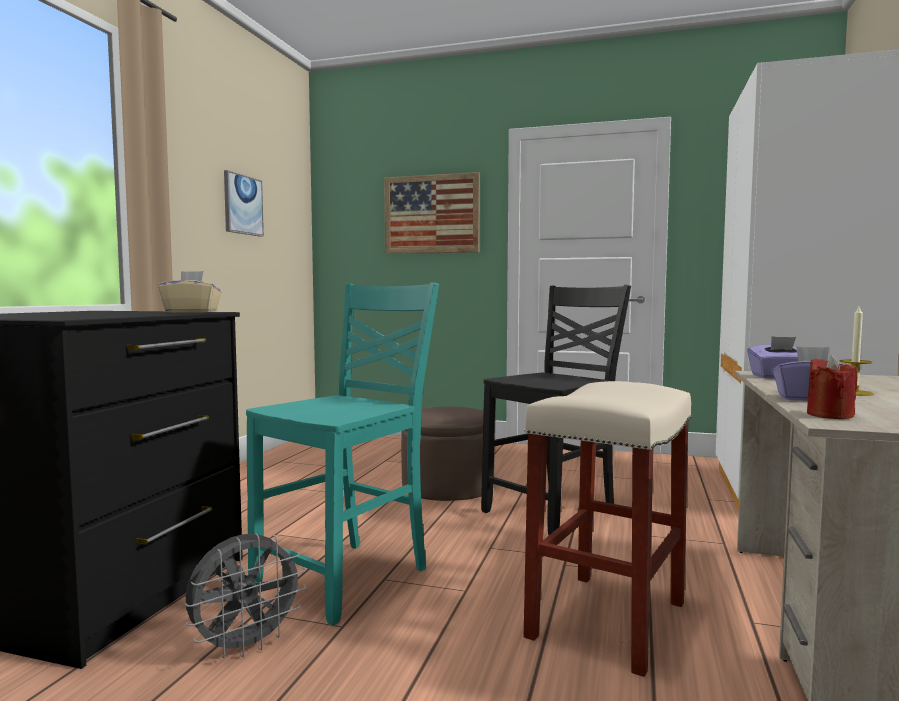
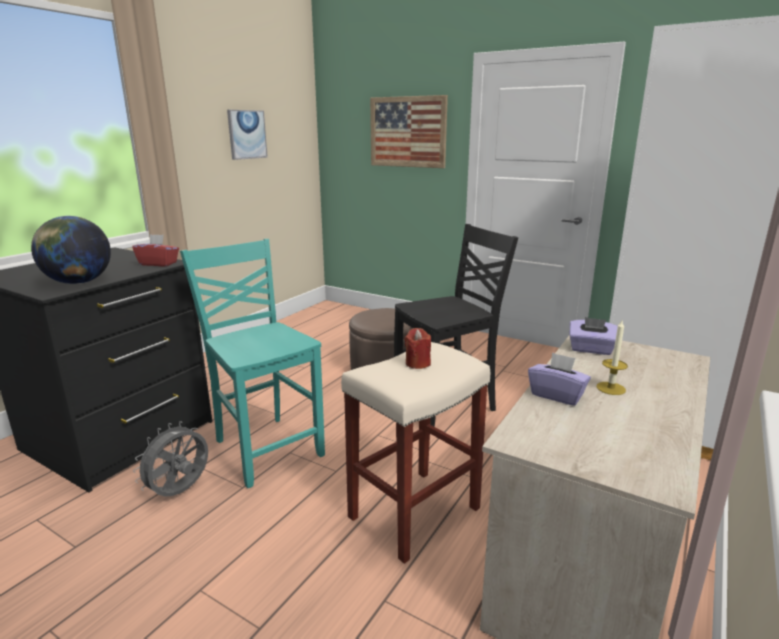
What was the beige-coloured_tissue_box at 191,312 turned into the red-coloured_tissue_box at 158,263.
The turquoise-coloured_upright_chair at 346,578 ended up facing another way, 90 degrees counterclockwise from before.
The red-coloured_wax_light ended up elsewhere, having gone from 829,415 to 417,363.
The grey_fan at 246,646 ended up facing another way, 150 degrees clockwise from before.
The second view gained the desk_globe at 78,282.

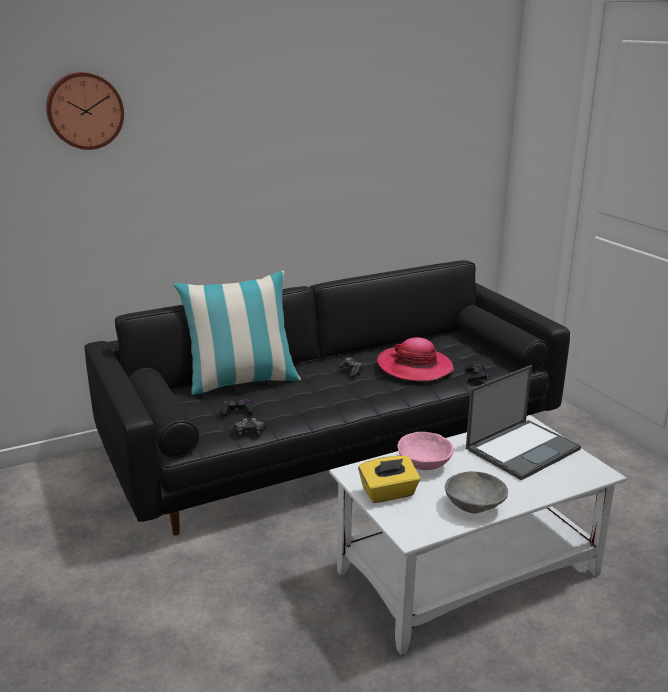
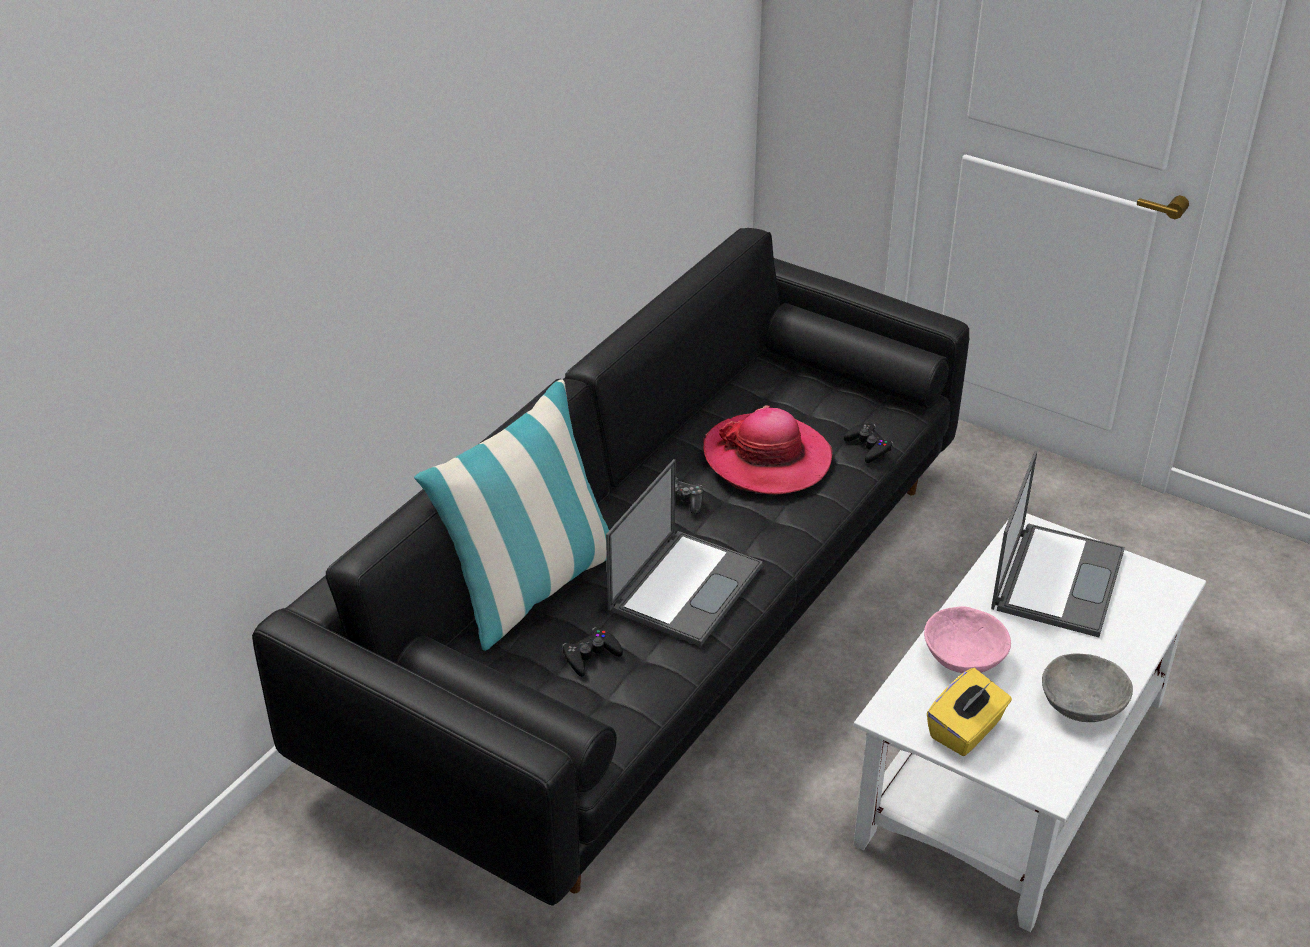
The second view lost the clock_on_the_wall at 84,110.
The second view lost the joypad at 249,432.
The second view gained the notebook_computer at 686,586.

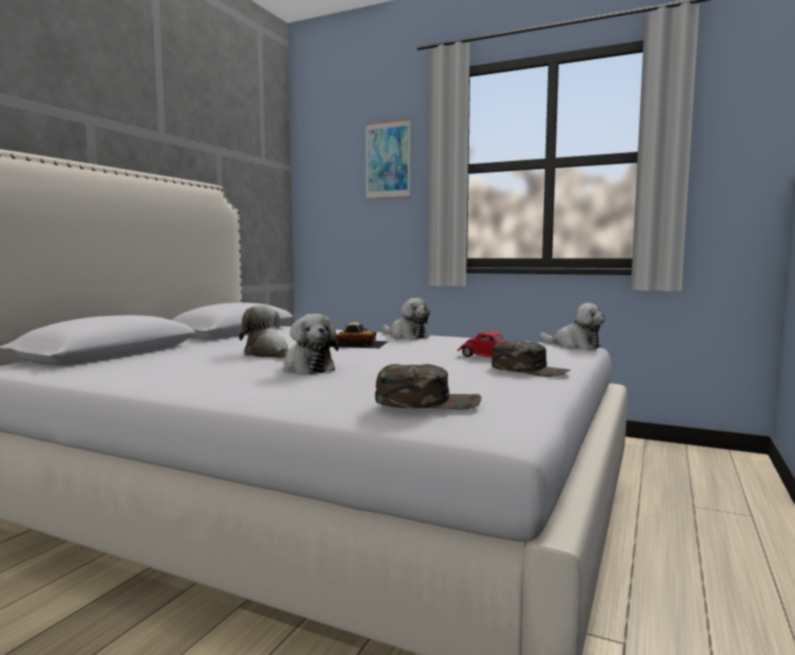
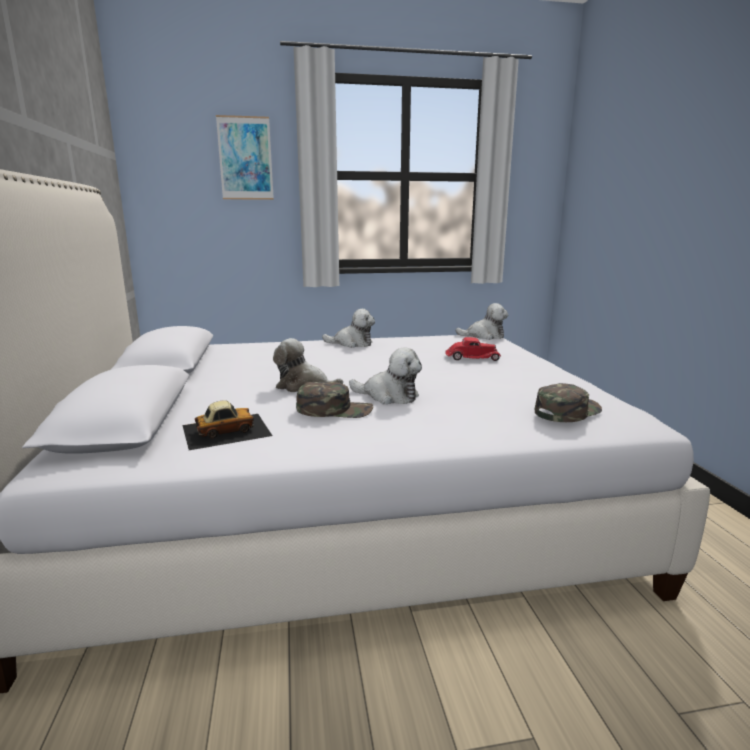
The model_car ended up elsewhere, having gone from 356,343 to 225,430.
The greenish_cap ended up elsewhere, having gone from 530,370 to 335,409.

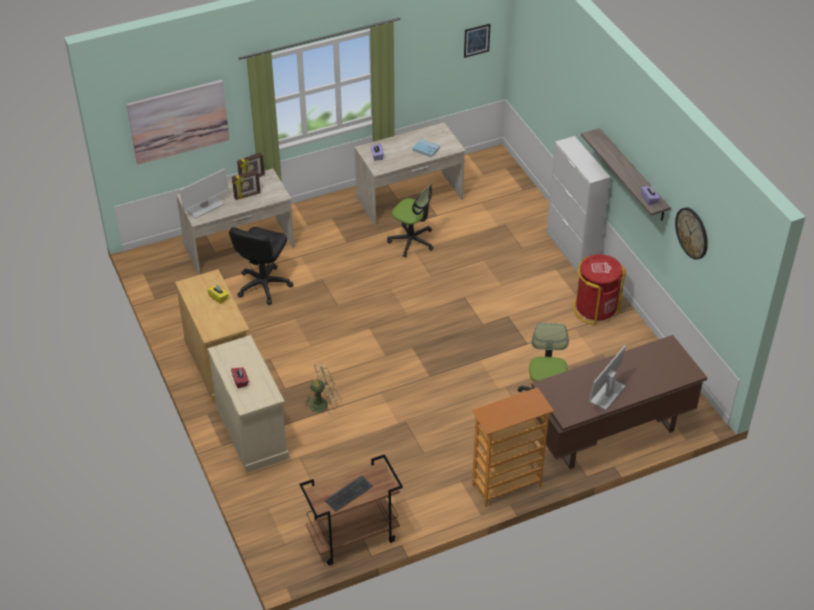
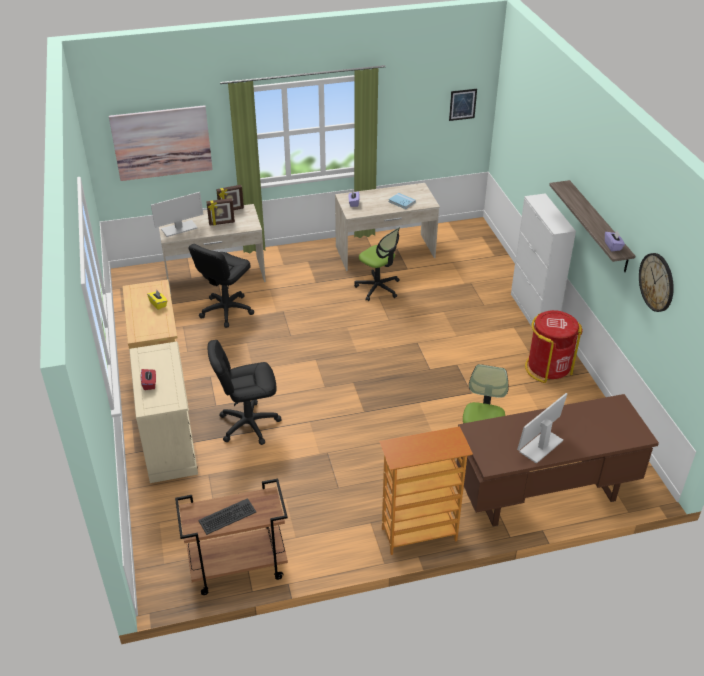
Where the greenish_fan stood at 322,403, the black-coloured_computer_chair came to stand at 248,424.

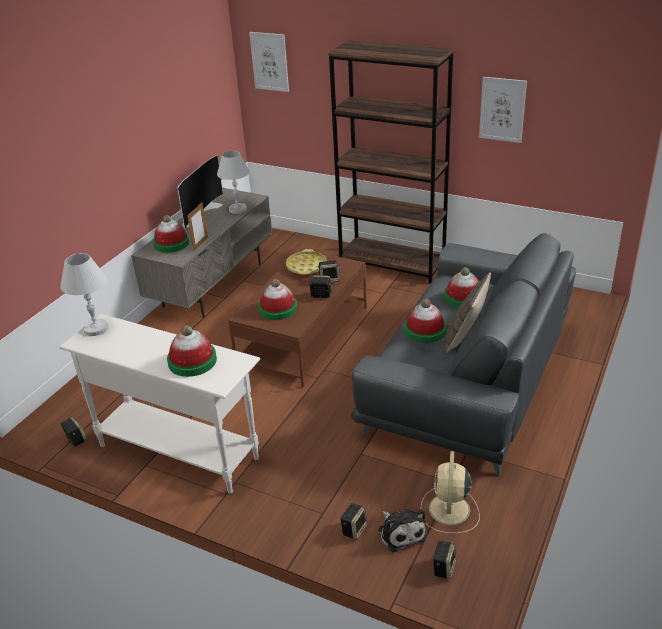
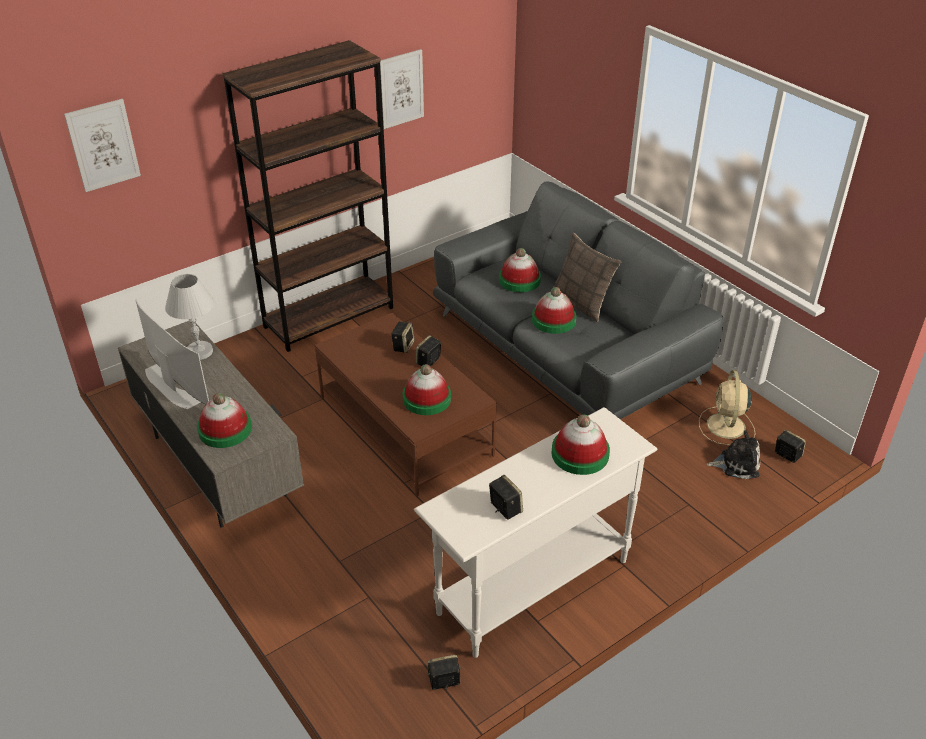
The second view lost the photo_frame at 200,244.
The second view lost the yellowish_serving_tray at 306,266.
The second view lost the whitish_lamp_for_a_table at 95,328.
The beige-coloured_fan at 449,511 ended up facing another way, 60 degrees clockwise from before.
The loudspeaker ended up elsewhere, having gone from 354,529 to 504,508.

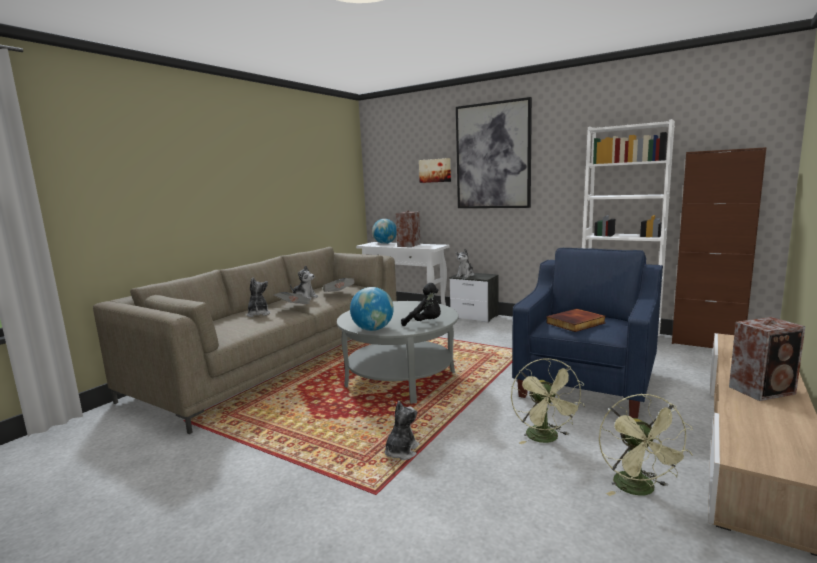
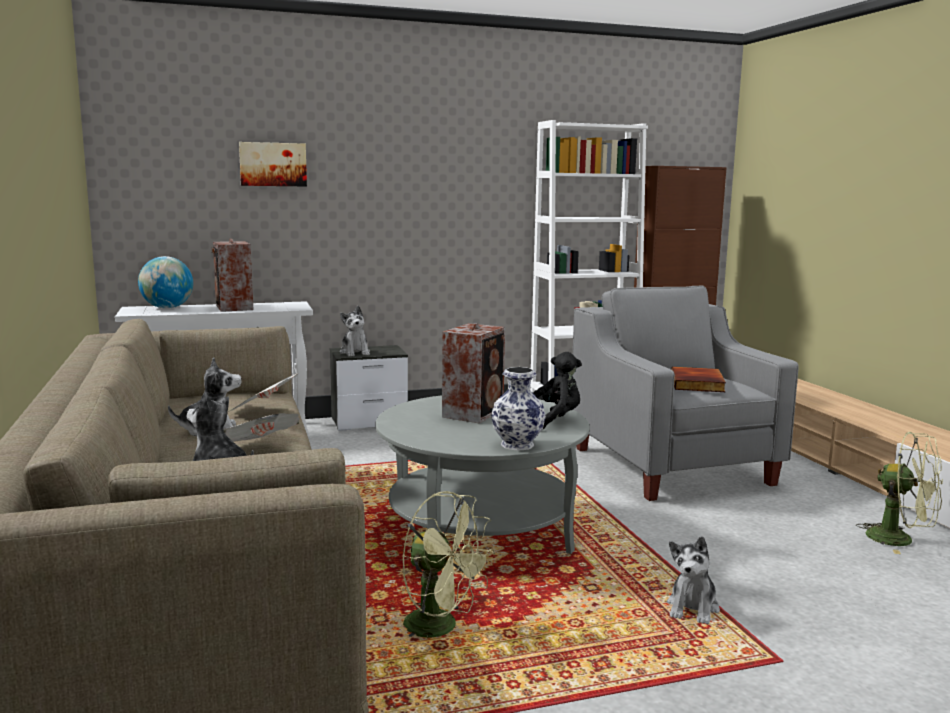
The second view lost the wall_art at 493,156.
What was the bluish_armchair at 587,384 turned into the grey_armchair at 671,466.
Where the desk_globe stood at 373,329, the vase came to stand at 517,444.
The loudspeaker ended up elsewhere, having gone from 763,390 to 474,413.
The greenish_fan ended up elsewhere, having gone from 546,439 to 441,628.
The cuddly_toy at 401,451 ended up facing another way, 135 degrees counterclockwise from before.

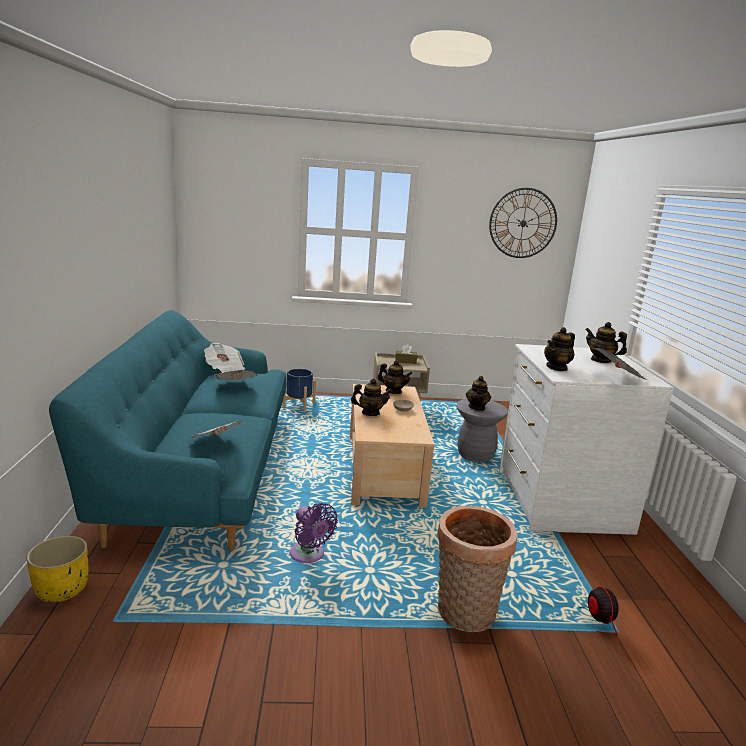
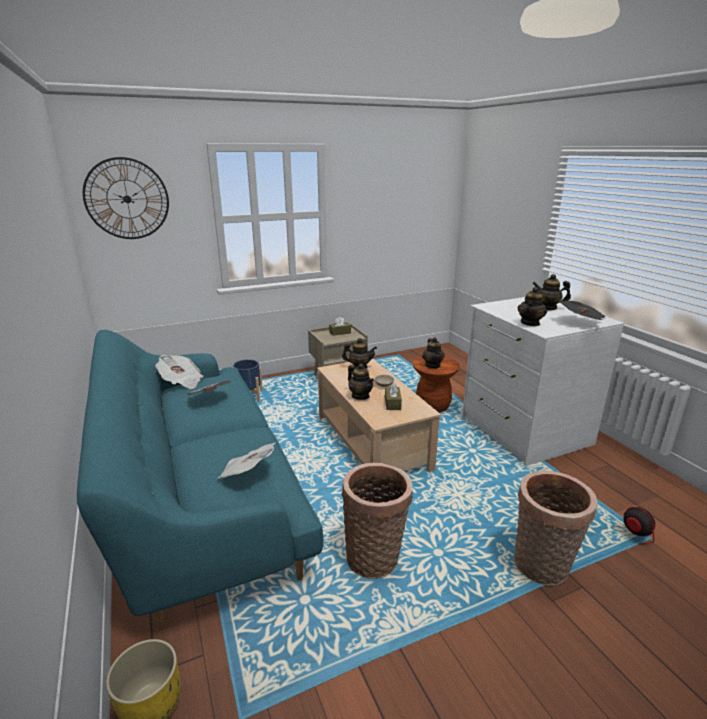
The clock_on_the_wall ended up elsewhere, having gone from 523,223 to 127,199.
The teapot at 370,413 ended up facing another way, 75 degrees clockwise from before.
What was the grey_stool_seat at 475,455 turned into the brown-coloured_stool_seat at 433,406.
Where the purple-coloured_fan stood at 309,555, the household_basket came to stand at 375,557.
The second view gained the brown-coloured_tissue_box at 392,403.

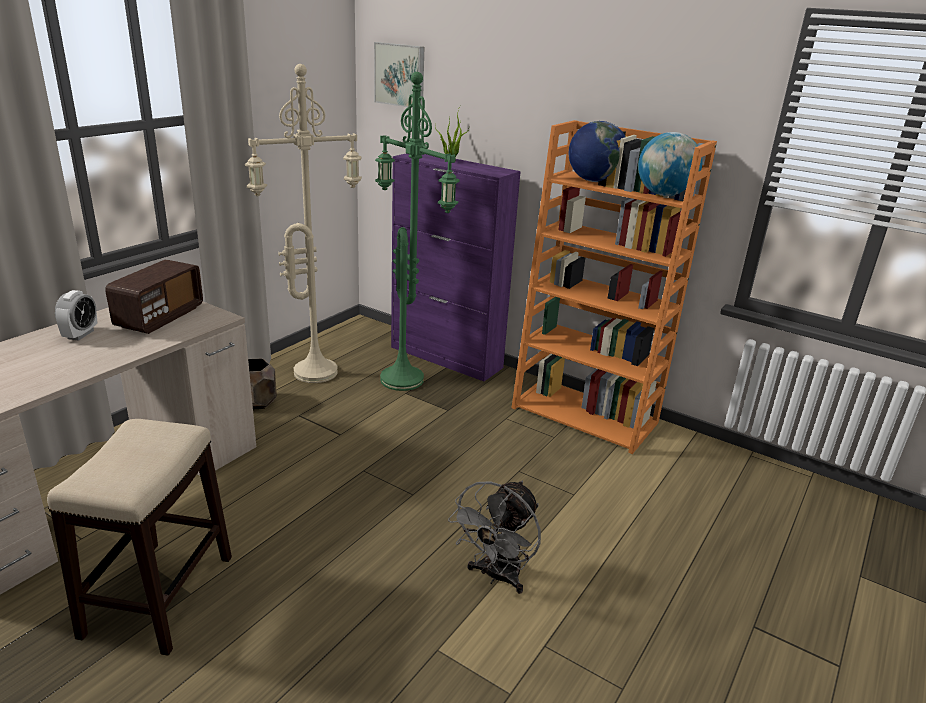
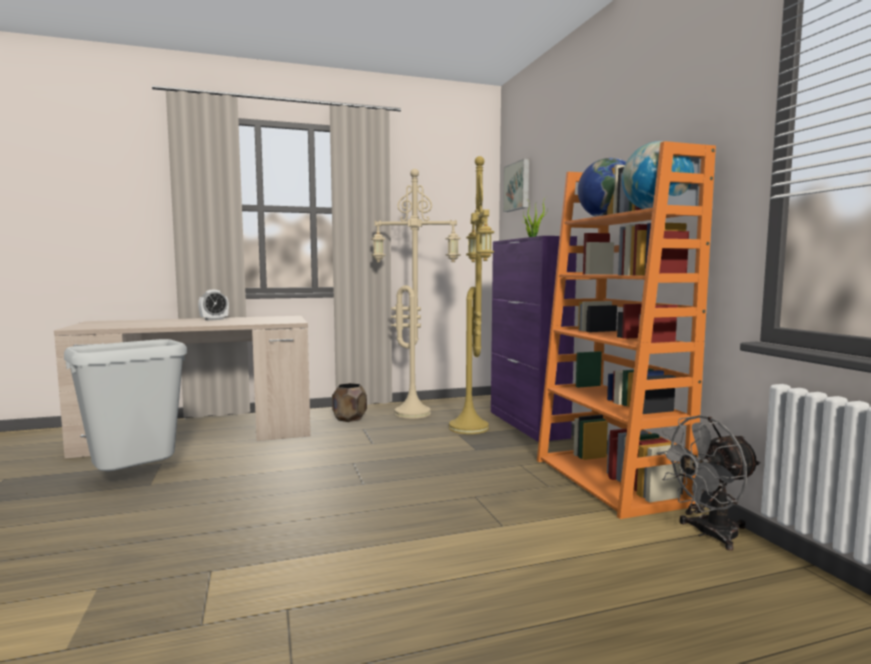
What was the greenish_standard_lamp at 405,379 turned into the yellowish_standard_lamp at 471,428.
The second view lost the radio at 160,317.
Where the stool_seat stood at 158,596, the grey_rubbish_bin came to stand at 135,480.
The grey_fan ended up elsewhere, having gone from 496,576 to 708,534.

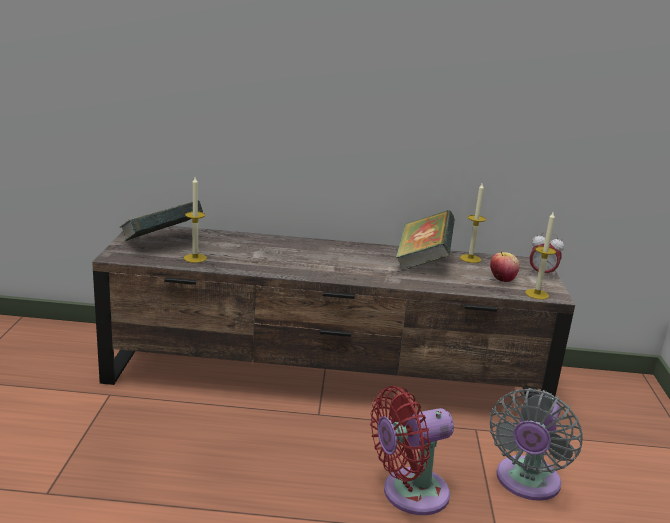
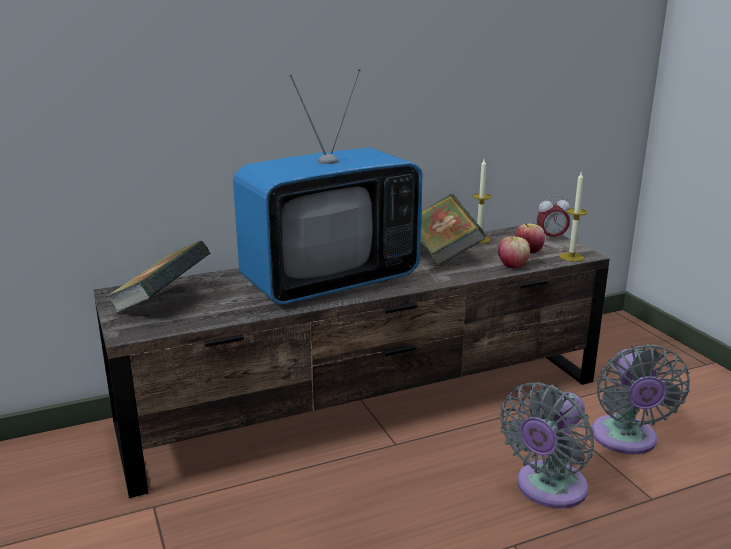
The second view lost the wax_light at 195,258.
What was the red-coloured_fan at 409,493 turned into the grey_fan at 547,489.
The second view gained the television at 330,282.
The second view gained the whole_apple at 512,266.

